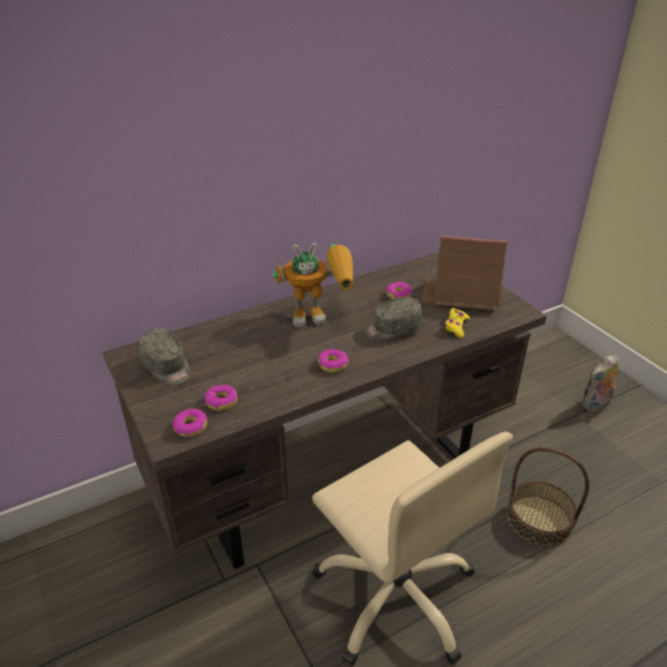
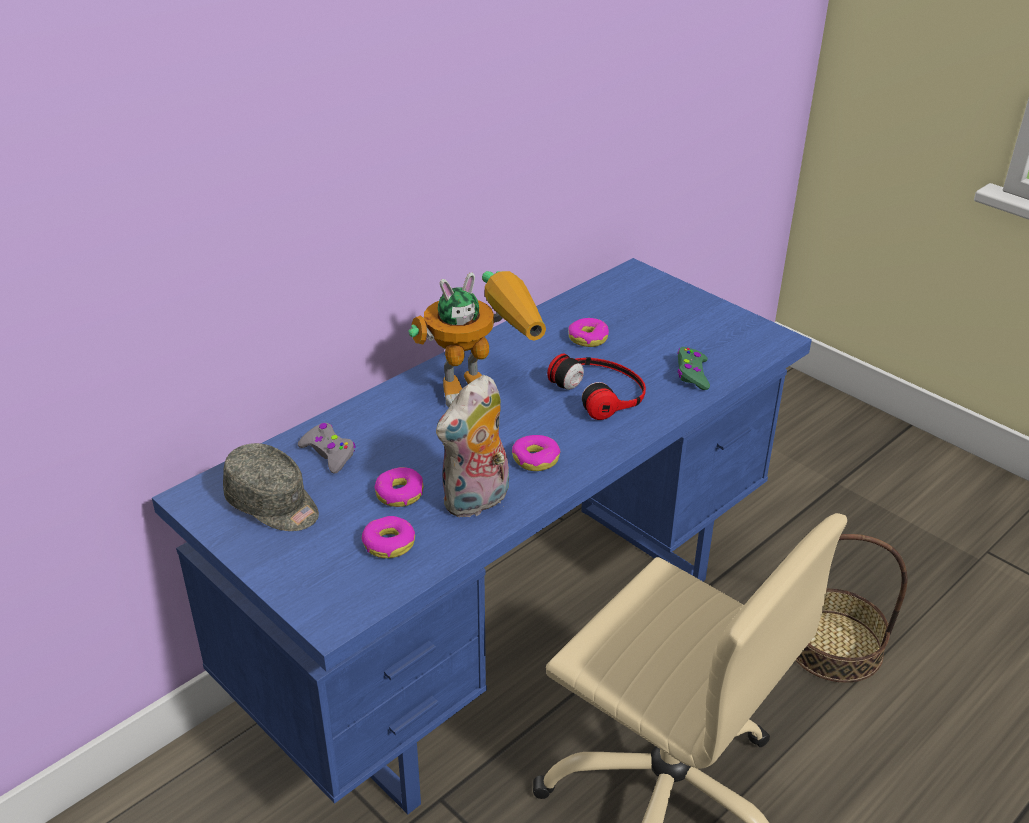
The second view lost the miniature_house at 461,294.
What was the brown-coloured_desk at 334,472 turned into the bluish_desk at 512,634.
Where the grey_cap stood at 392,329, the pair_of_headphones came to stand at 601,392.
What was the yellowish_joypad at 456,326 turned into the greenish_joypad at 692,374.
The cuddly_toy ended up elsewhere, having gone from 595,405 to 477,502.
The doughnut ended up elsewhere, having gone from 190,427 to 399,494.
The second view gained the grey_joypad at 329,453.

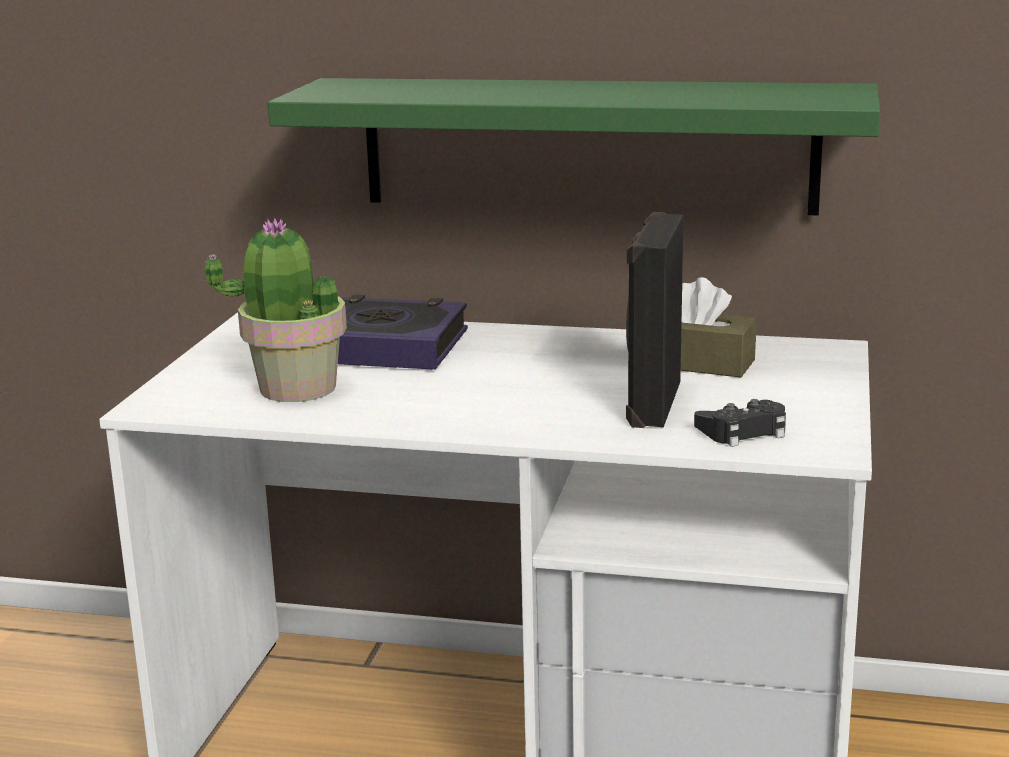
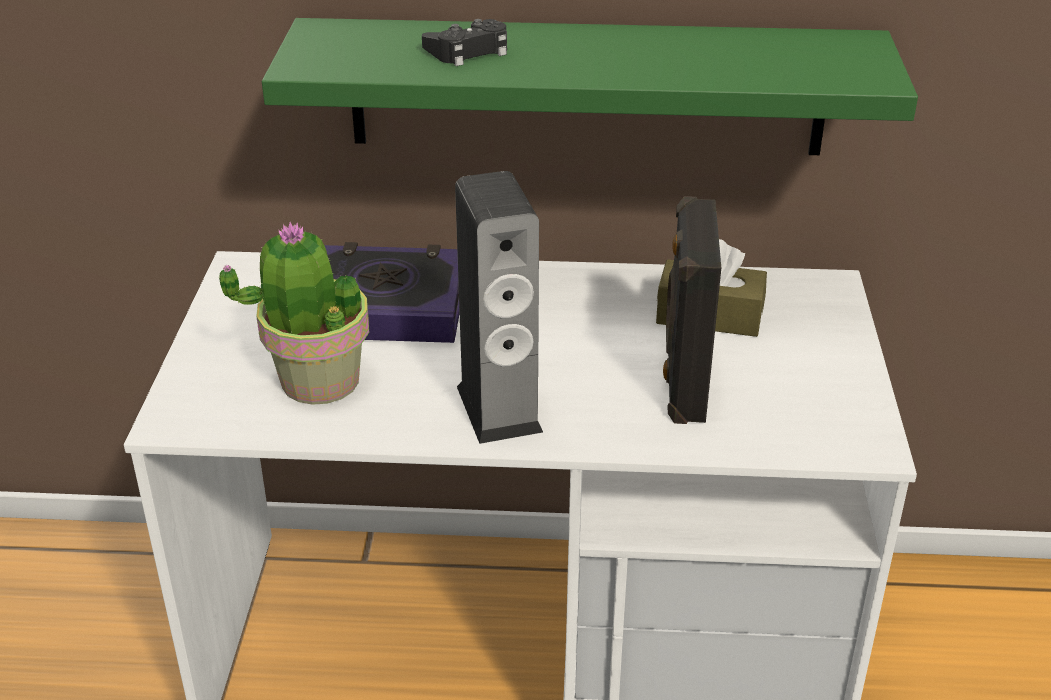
The black-coloured_joypad ended up elsewhere, having gone from 743,432 to 469,51.
The second view gained the loudspeaker at 499,409.

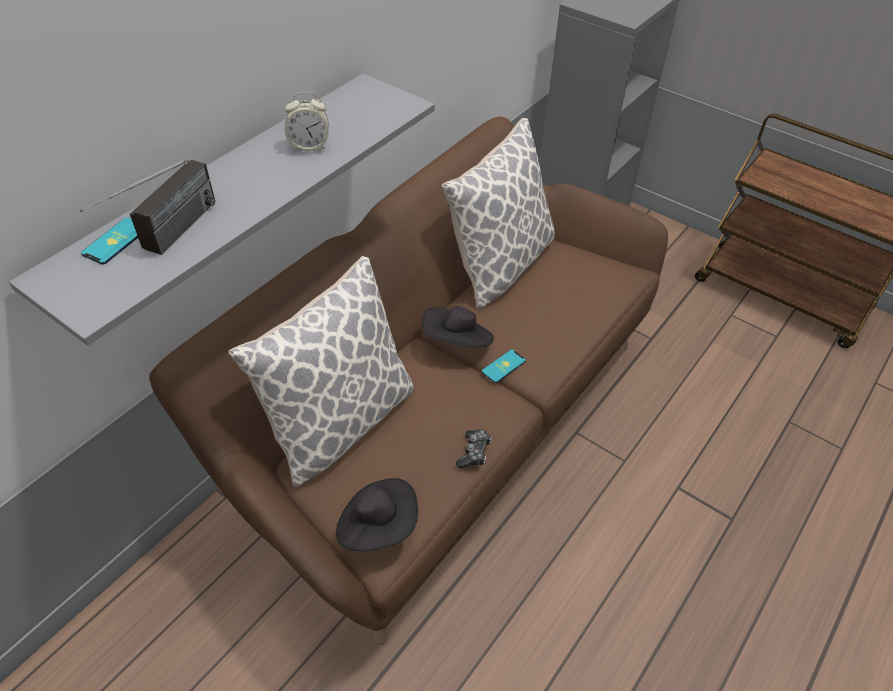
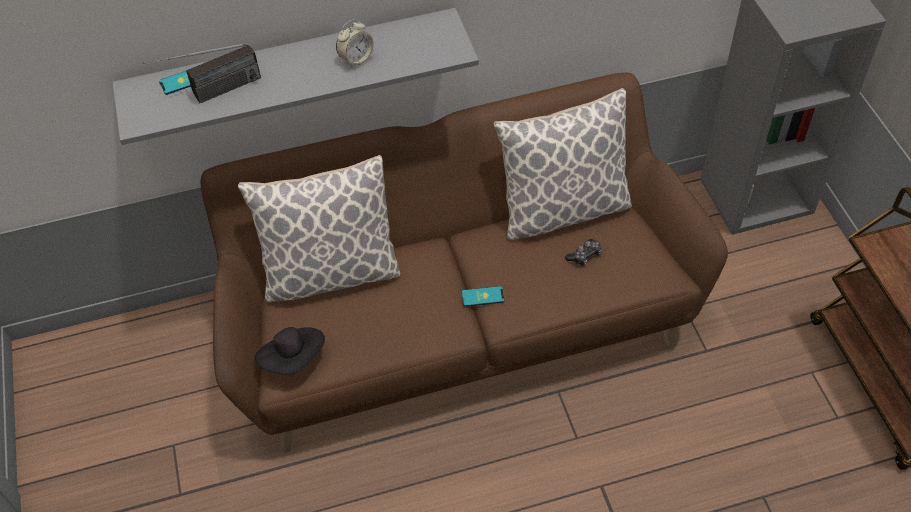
The bedside_clock at 309,146 ended up facing another way, 75 degrees counterclockwise from before.
The second view lost the black-coloured_hat at 457,342.
The joypad ended up elsewhere, having gone from 474,452 to 585,256.

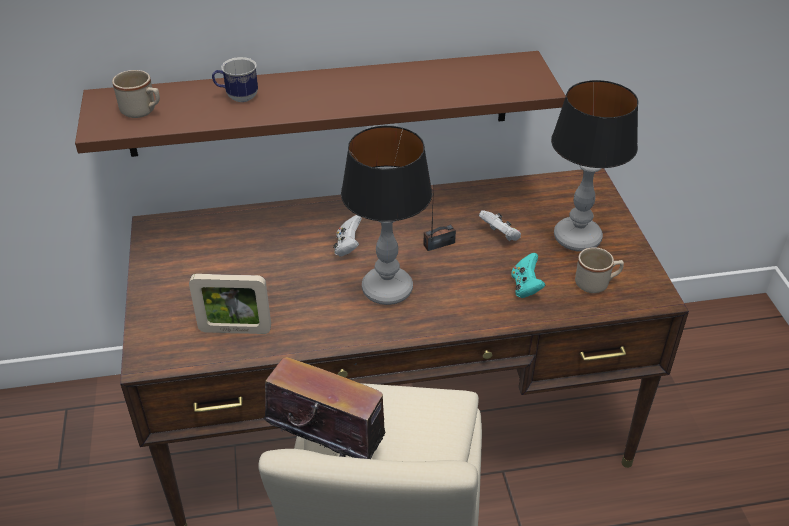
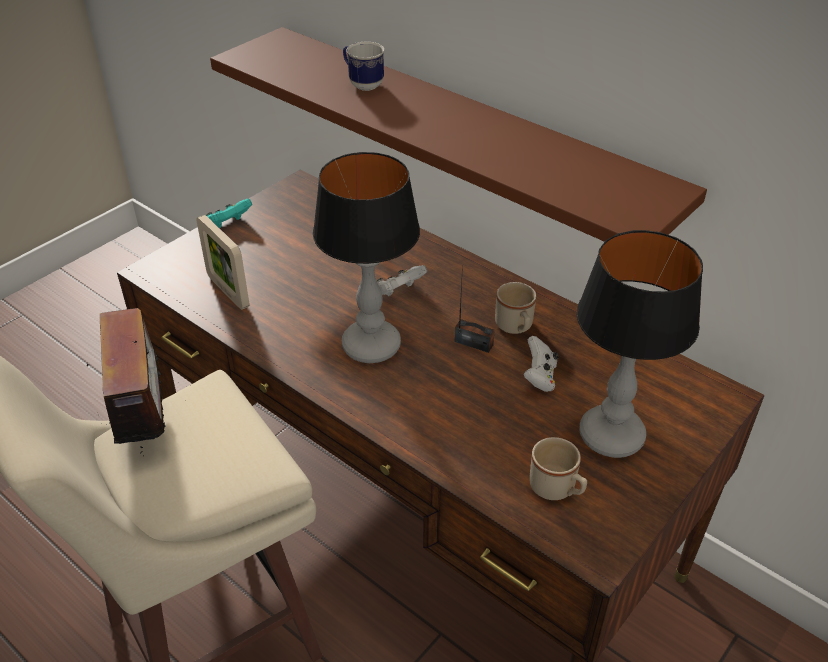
The beige-coloured_coffee_mug ended up elsewhere, having gone from 142,111 to 515,327.
The turquoise-coloured_joypad ended up elsewhere, having gone from 525,286 to 229,224.

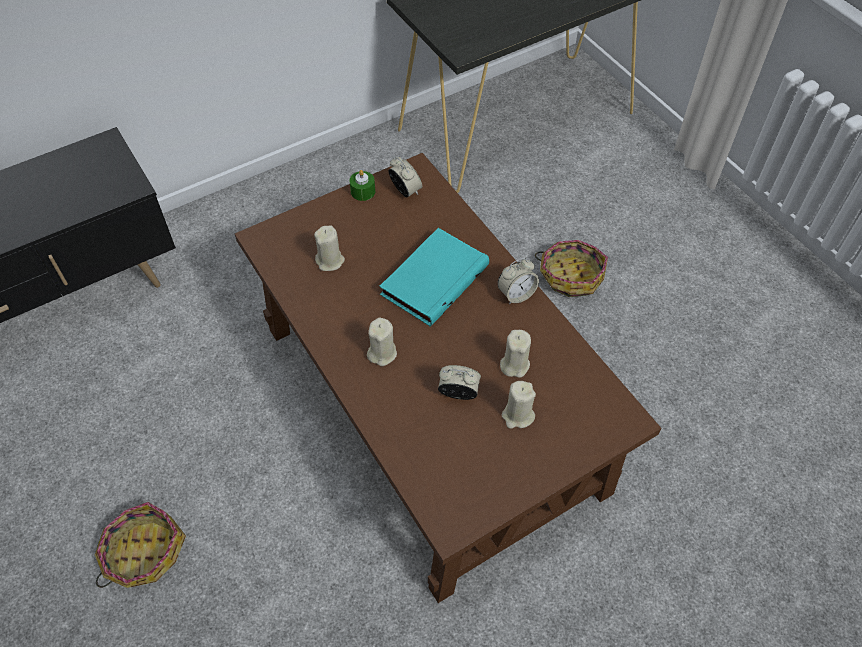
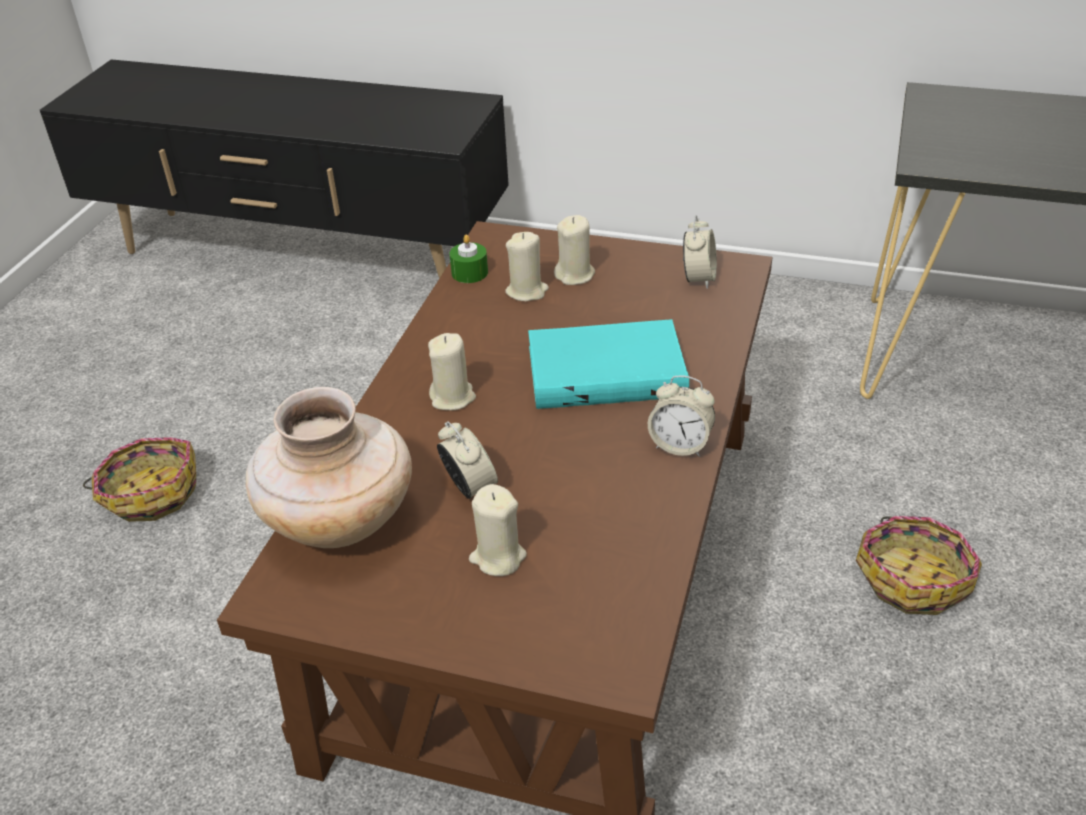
The greenish_wax_light ended up elsewhere, having gone from 363,191 to 469,272.
The beige-coloured_wax_light ended up elsewhere, having gone from 514,364 to 575,275.
The second view gained the beige-coloured_vase at 340,521.

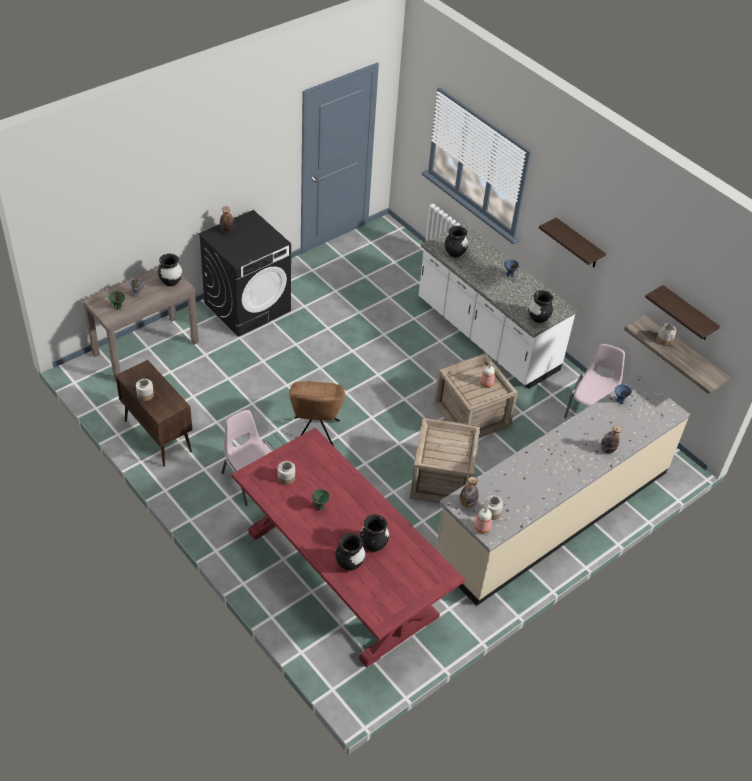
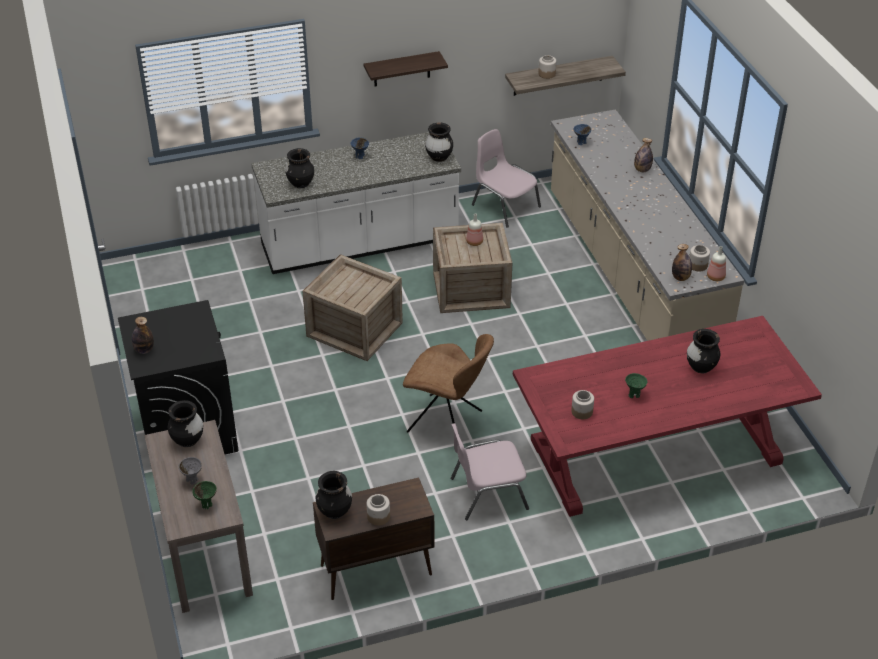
The second view lost the wall_shelf at 687,314.
The crate ended up elsewhere, having gone from 441,479 to 355,330.
The black-coloured_vase ended up elsewhere, having gone from 349,564 to 335,511.

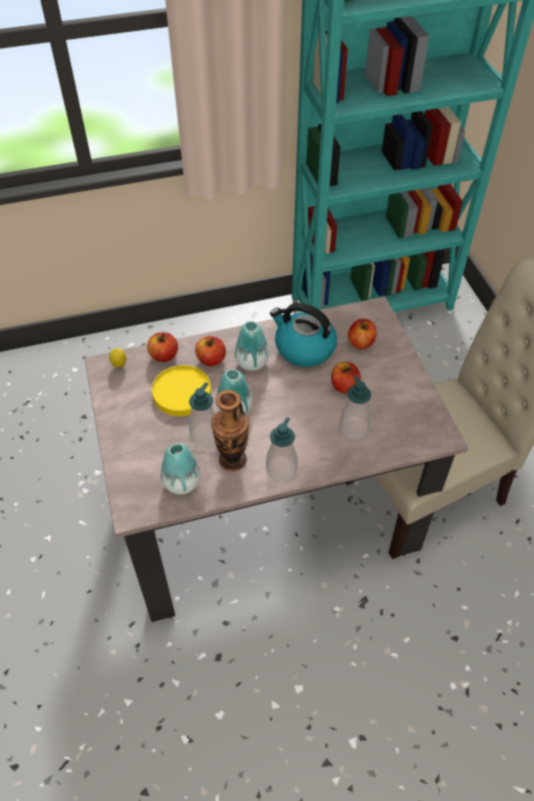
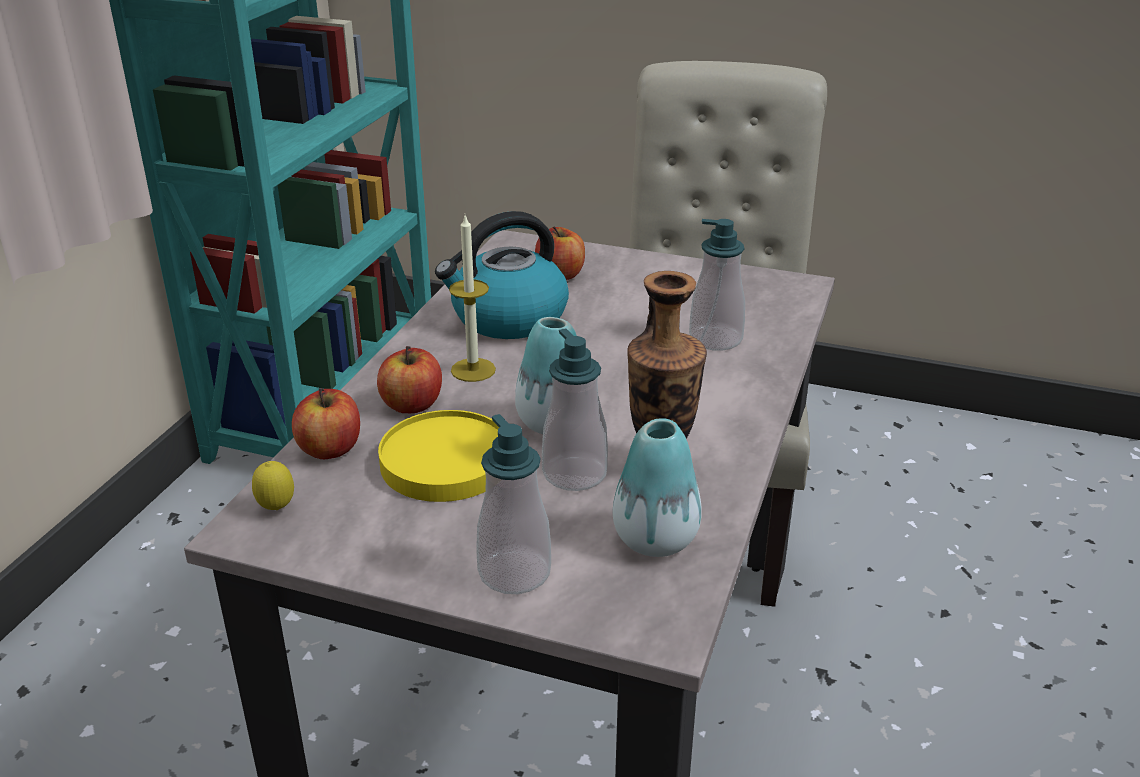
Where the vase stood at 252,362, the wax_light came to stand at 473,370.
The second view lost the whole_apple at 344,386.
The soap_bottle ended up elsewhere, having gone from 281,470 to 514,572.

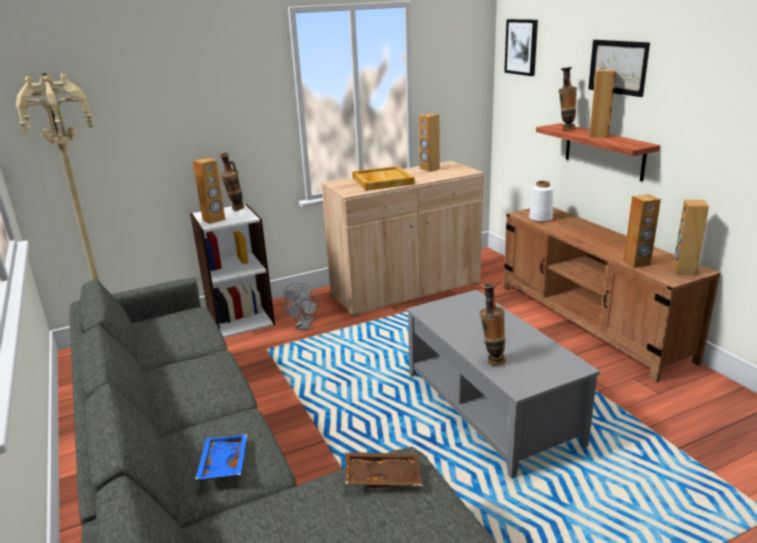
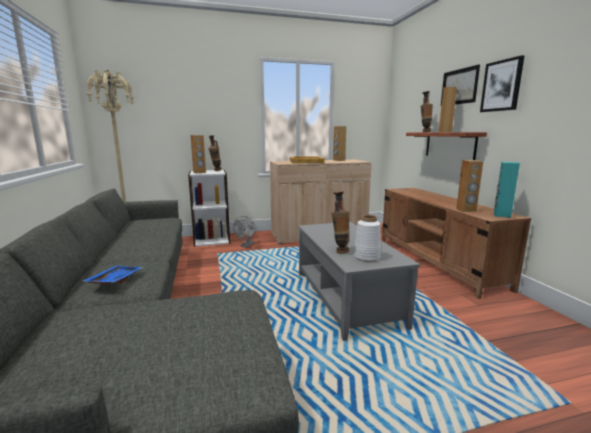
The wall_art ended up elsewhere, having gone from 521,47 to 501,86.
The whitish_vase ended up elsewhere, having gone from 540,218 to 366,257.
What was the brown-coloured_loudspeaker at 683,270 turned into the turquoise-coloured_loudspeaker at 501,215.
The second view lost the brown-coloured_serving_tray at 383,476.

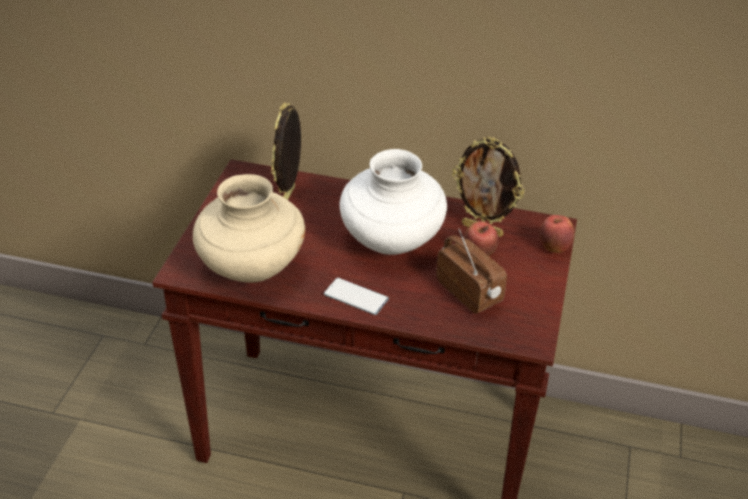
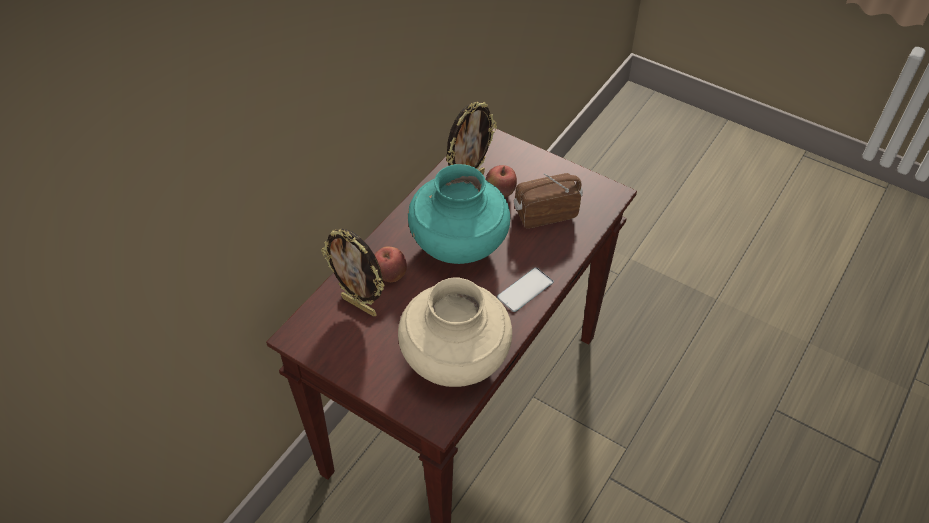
What was the whitish_vase at 391,241 turned into the turquoise-coloured_vase at 459,245.
The whole_apple ended up elsewhere, having gone from 554,247 to 390,275.

